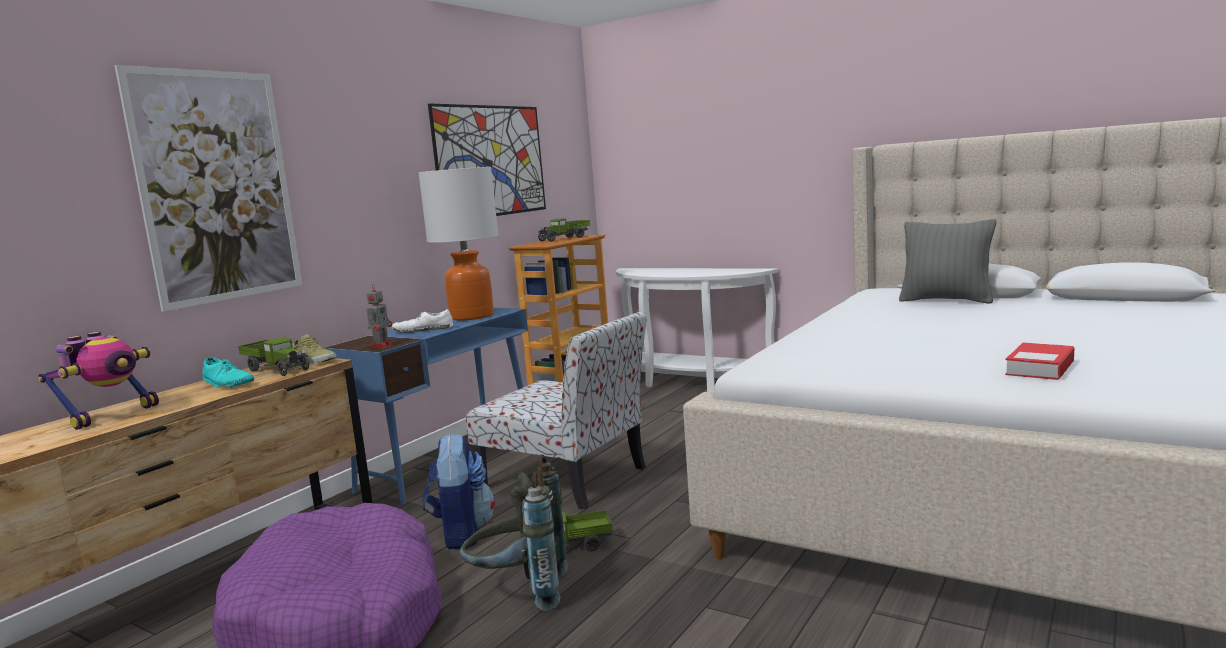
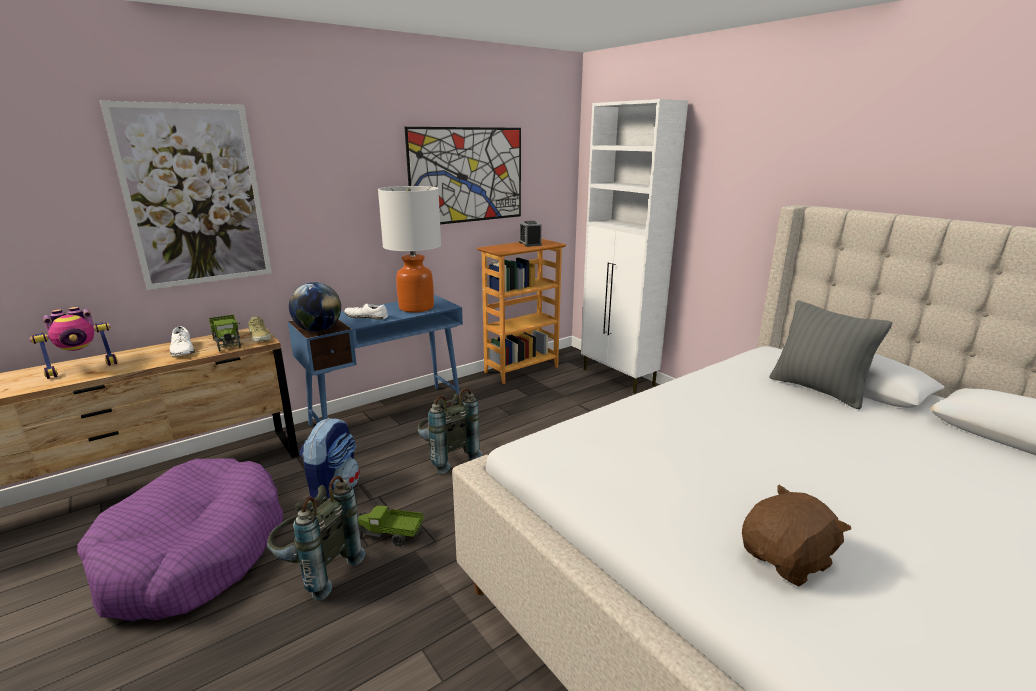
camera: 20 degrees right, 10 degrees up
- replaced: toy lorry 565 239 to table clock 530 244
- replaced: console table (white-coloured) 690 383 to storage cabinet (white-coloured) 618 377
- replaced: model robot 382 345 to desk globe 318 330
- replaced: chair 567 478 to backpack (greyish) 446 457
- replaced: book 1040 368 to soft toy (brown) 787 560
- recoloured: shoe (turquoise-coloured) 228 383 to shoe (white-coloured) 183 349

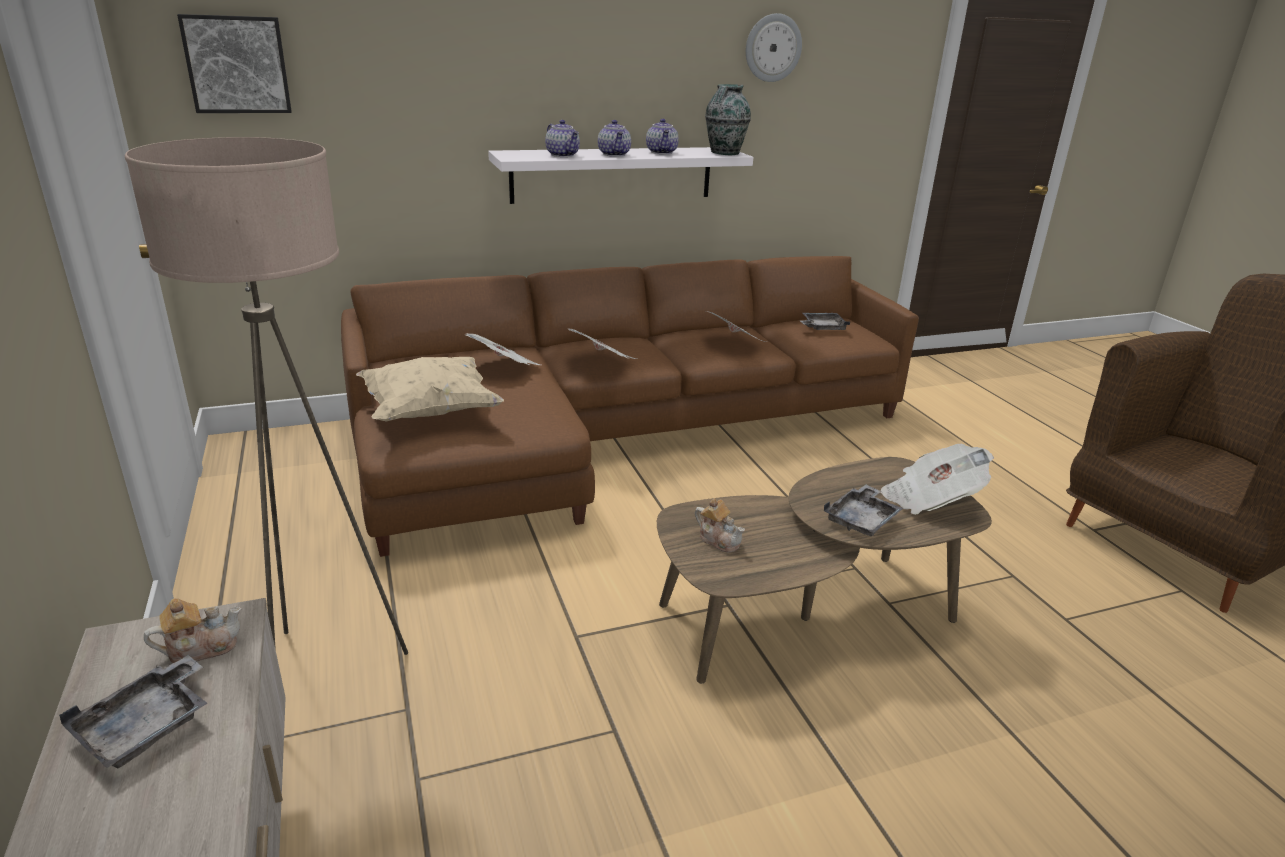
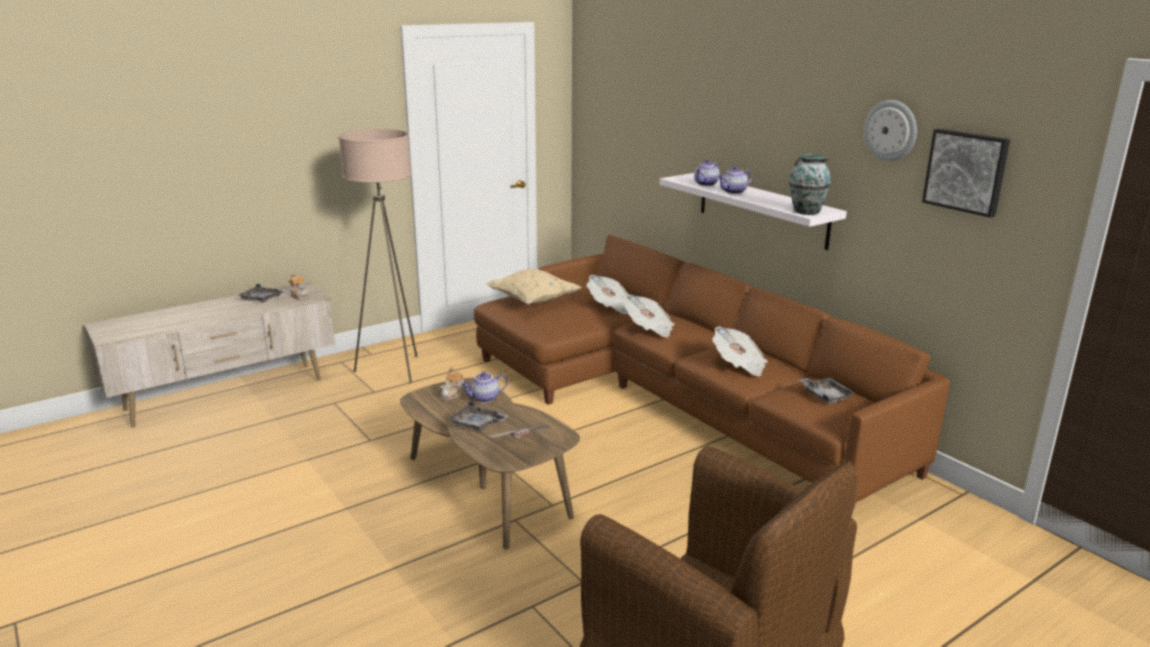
camera: 75 degrees right, 5 degrees down
- moved: picture 237 64 to 966 171
- moved: tea pot 662 152 to 484 398

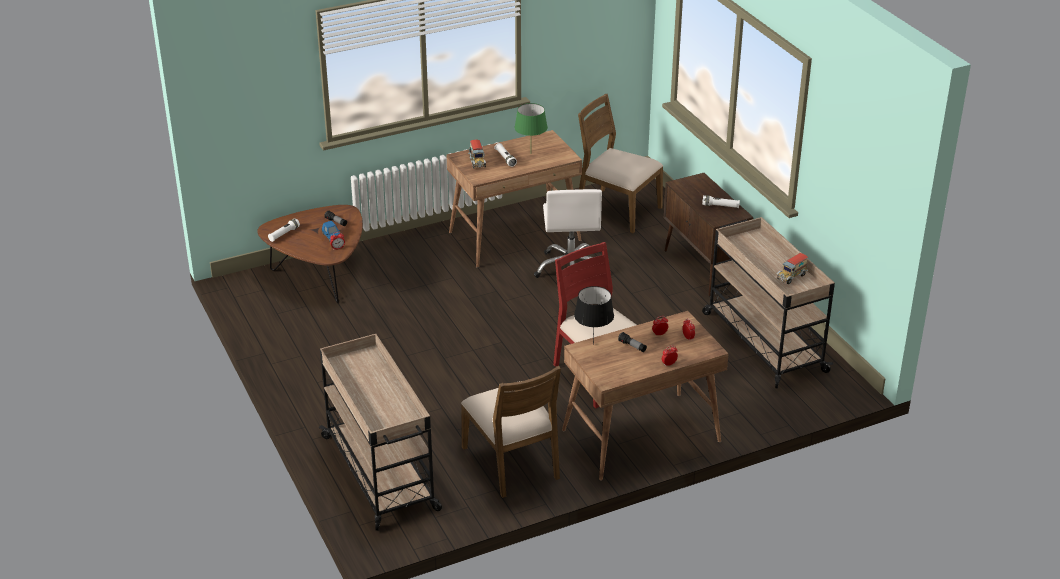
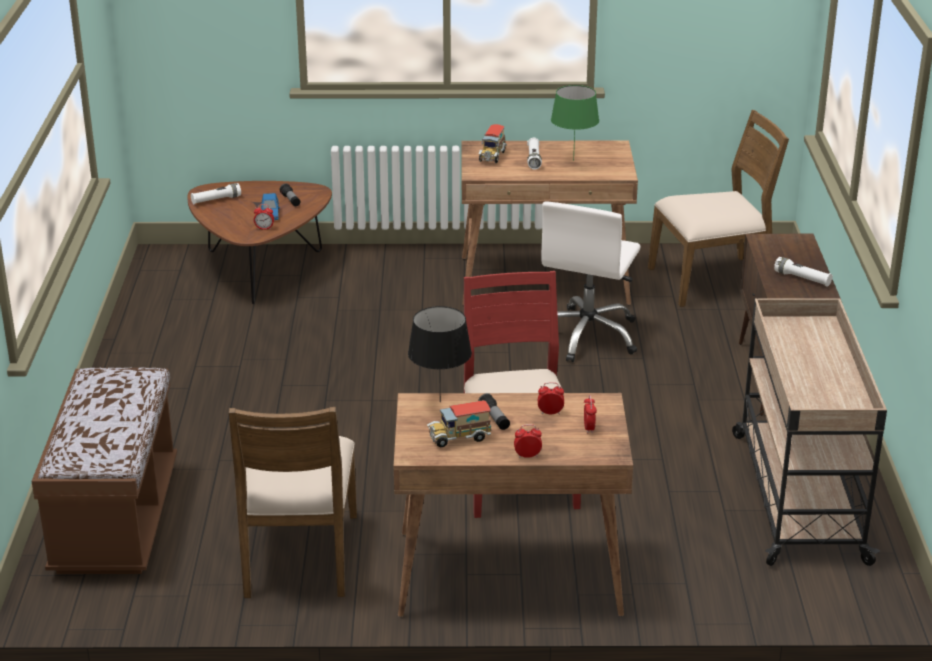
camera: 25 degrees right, 5 degrees down
- turned: chair (brown) 617 209 = 712 280 105 degrees clockwise
- moved: toy lorry 791 277 to 459 438
- replaced: cart (beige) 381 474 to bench (brown) 116 519

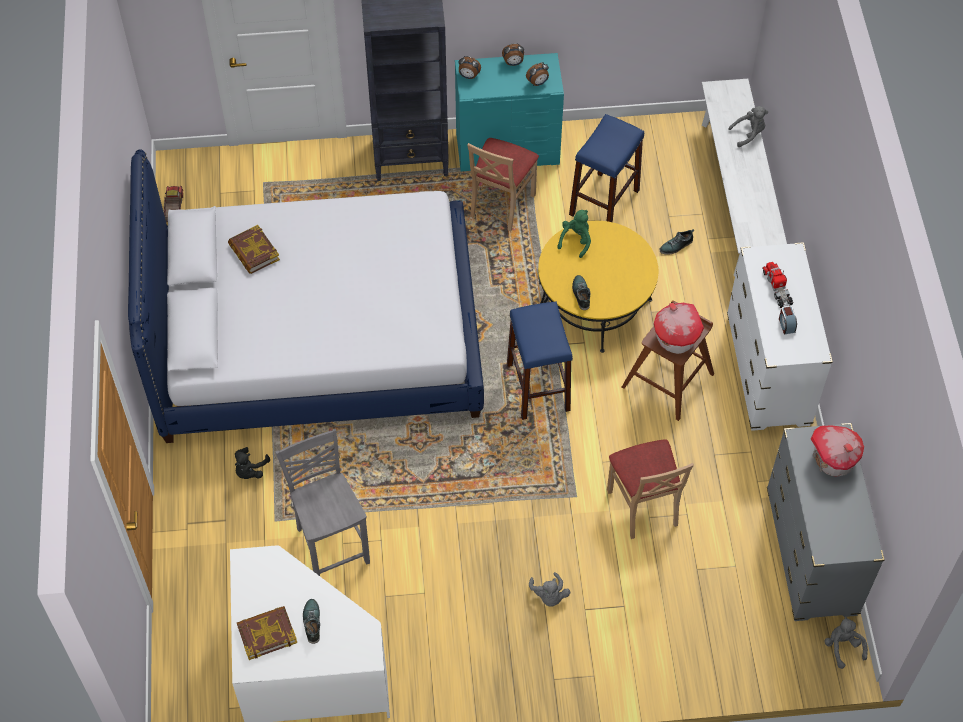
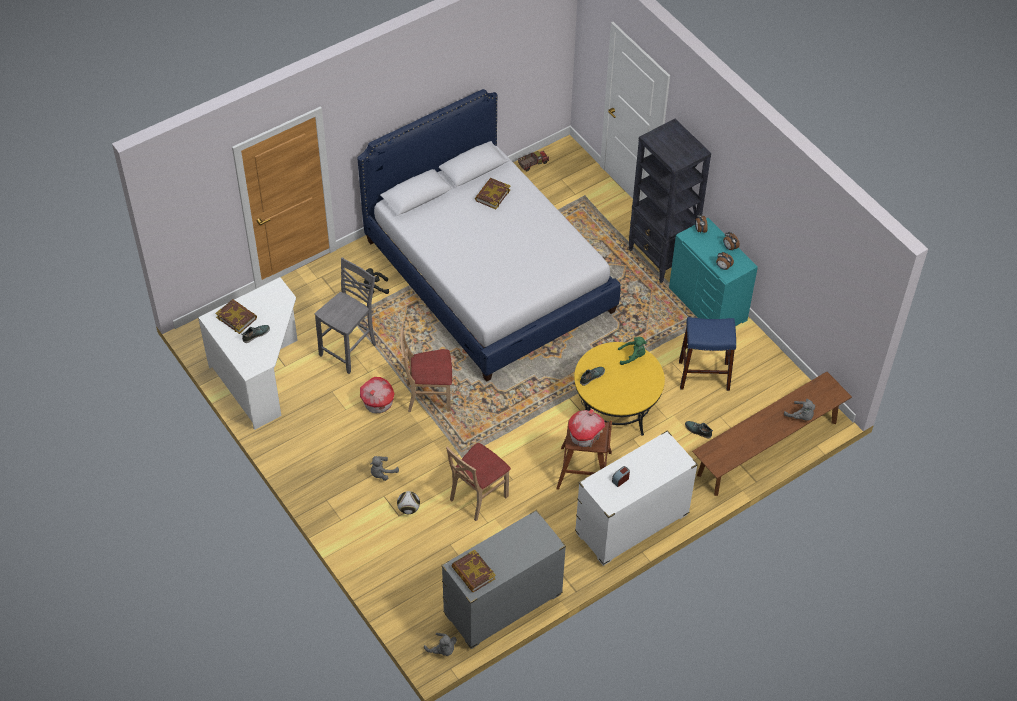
camera: 60 degrees right, 5 degrees down
- recoloured: bench (white-coloured) 736 196 to bench (brown) 767 448
- moved: chair (beige) 501 204 to 428 396
- removed: toy lorry 777 287
- removed: stool seat (blue-coloured) 538 387
- moved: toy house 833 459 to 378 403
- turned: soft toy (greyish) 843 647 = 442 650 90 degrees clockwise
- added: ball for football 408 509
- added: book 473 573

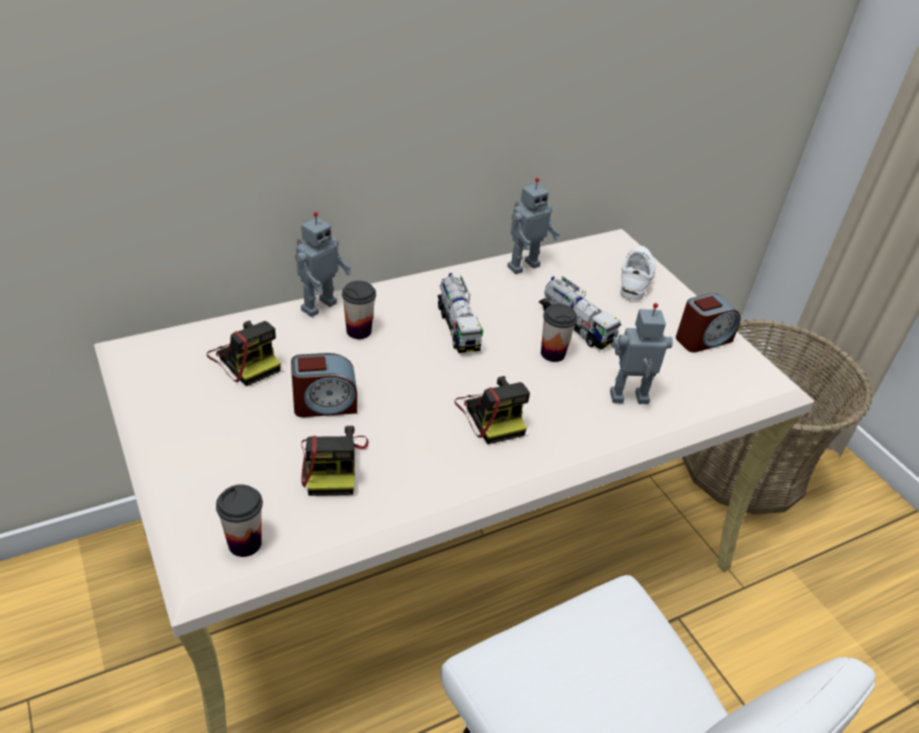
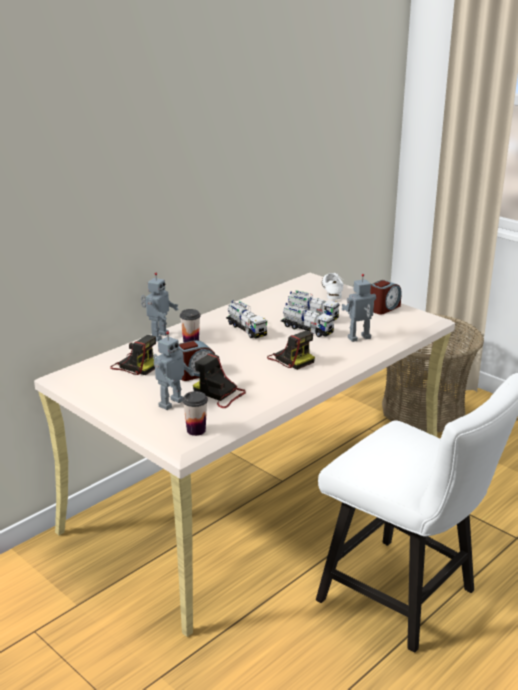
camera: 15 degrees left, 15 degrees down
- moved: model robot 522 265 to 170 403
- replaced: small cup 553 353 to toy lorry 307 329
- turned: photo camera 333 464 = 219 394 150 degrees clockwise

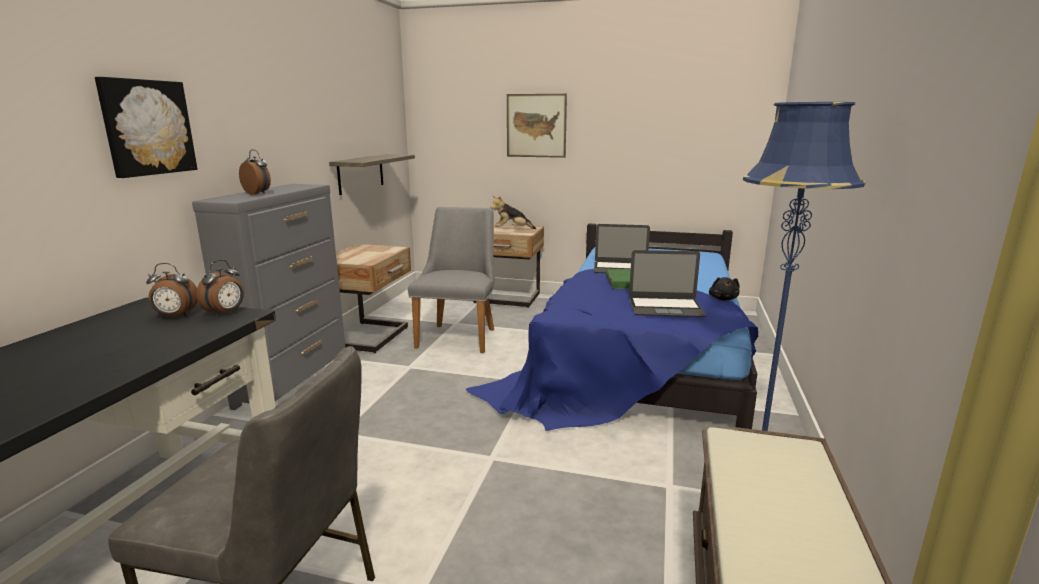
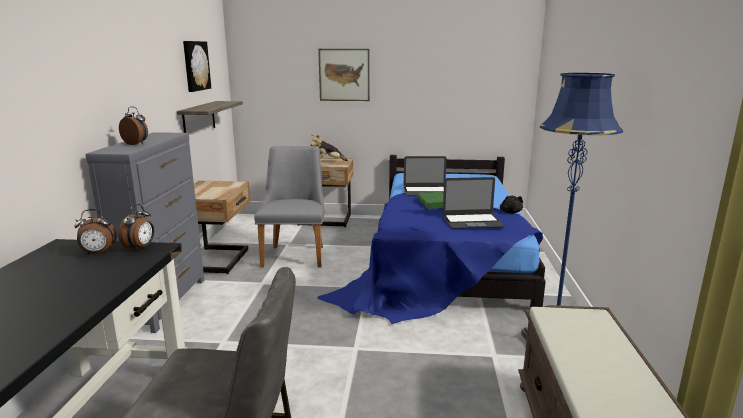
camera: 10 degrees left, 0 degrees up
- moved: picture 146 127 to 195 66

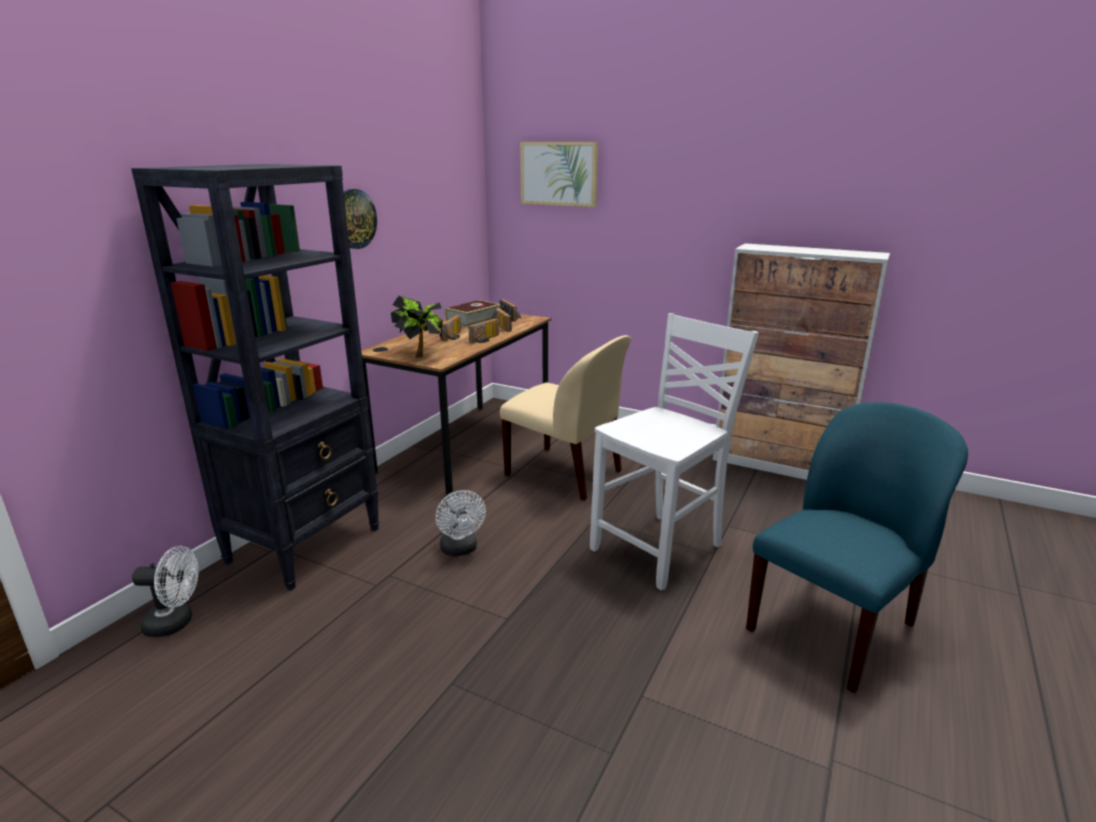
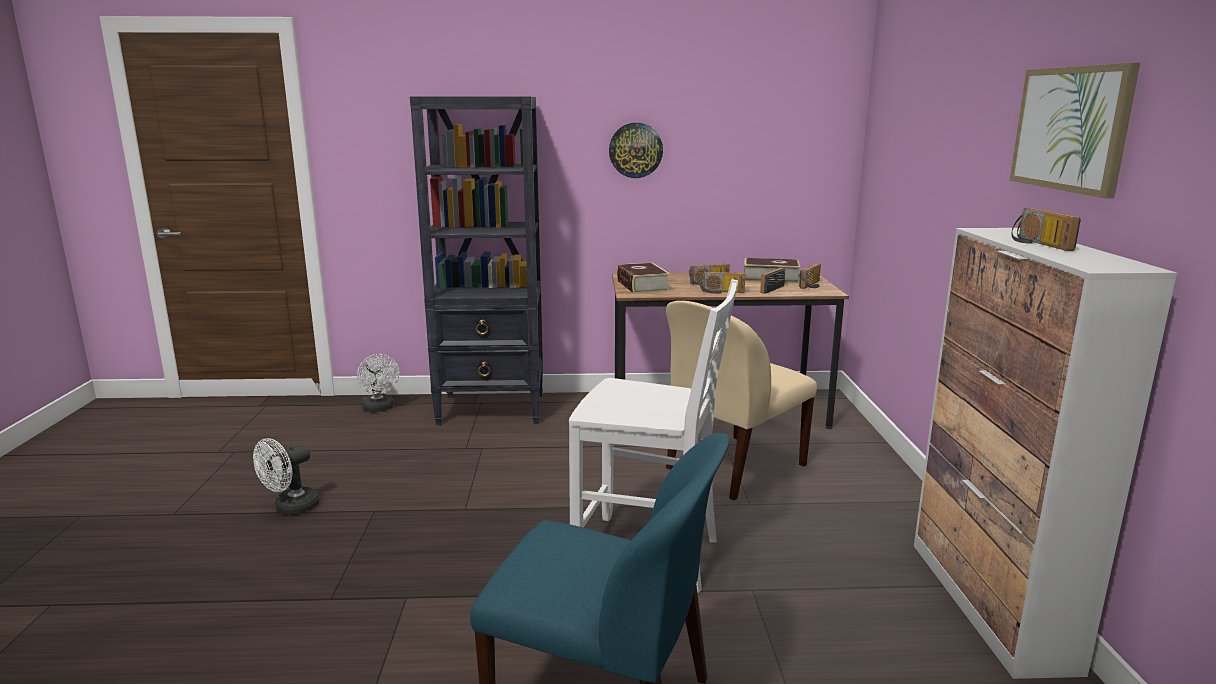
camera: 60 degrees right, 5 degrees down
- moved: picture 559 173 to 1071 128
- replaced: potted plant 421 354 to book 642 286
- turned: chair (beige) 566 474 = 733 468 45 degrees clockwise
- moved: electric fan (white-coloured) 460 550 to 291 508
- added: radio 1037 244

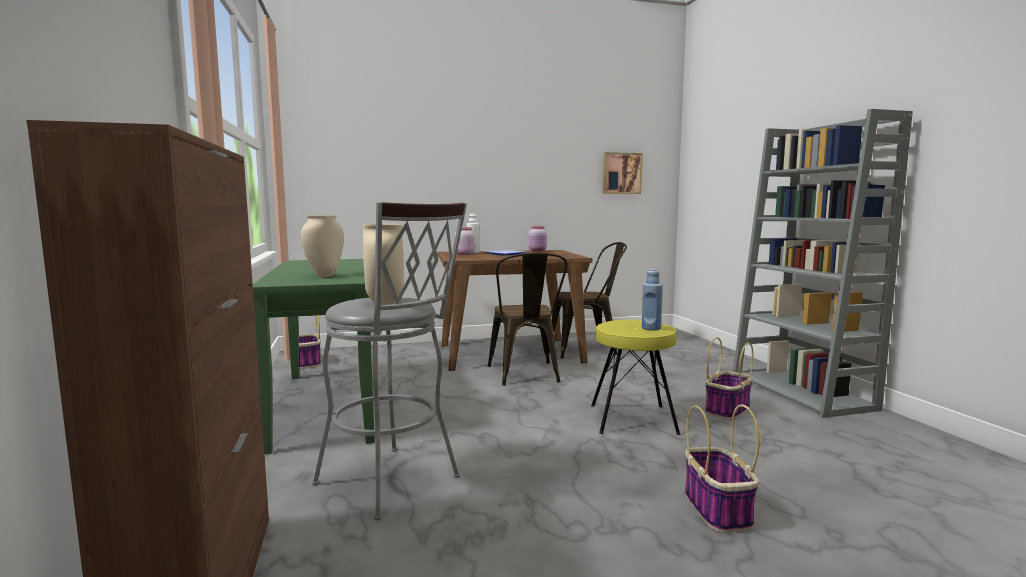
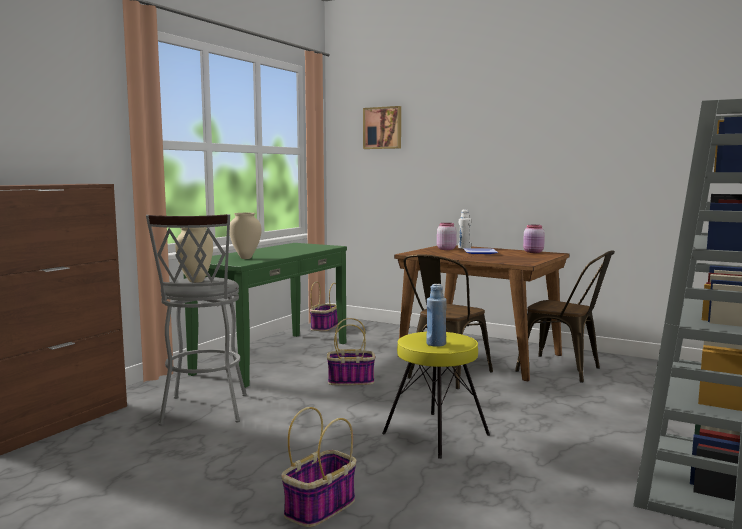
camera: 45 degrees right, 0 degrees up
- moved: picture 621 173 to 383 128
- moved: basket 727 409 to 351 381

